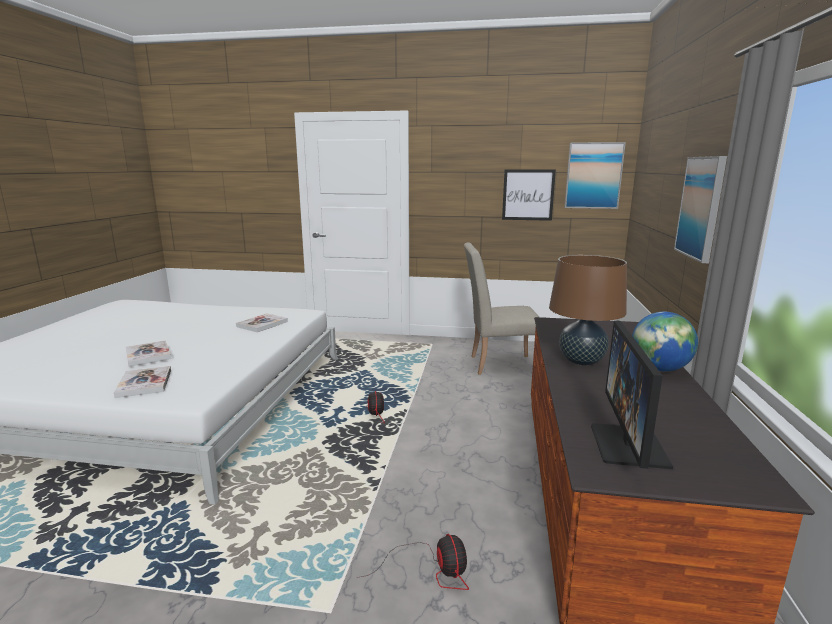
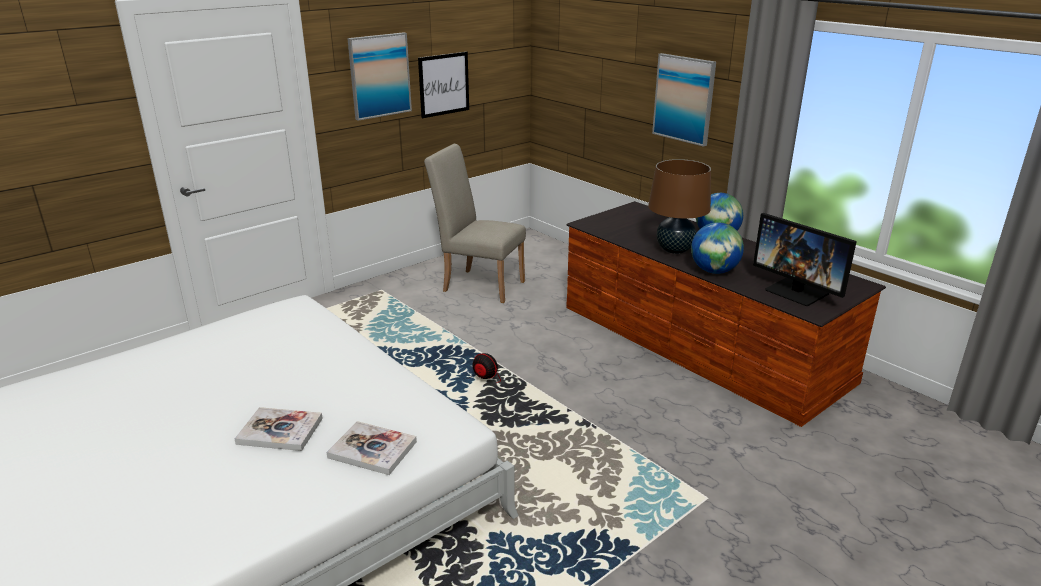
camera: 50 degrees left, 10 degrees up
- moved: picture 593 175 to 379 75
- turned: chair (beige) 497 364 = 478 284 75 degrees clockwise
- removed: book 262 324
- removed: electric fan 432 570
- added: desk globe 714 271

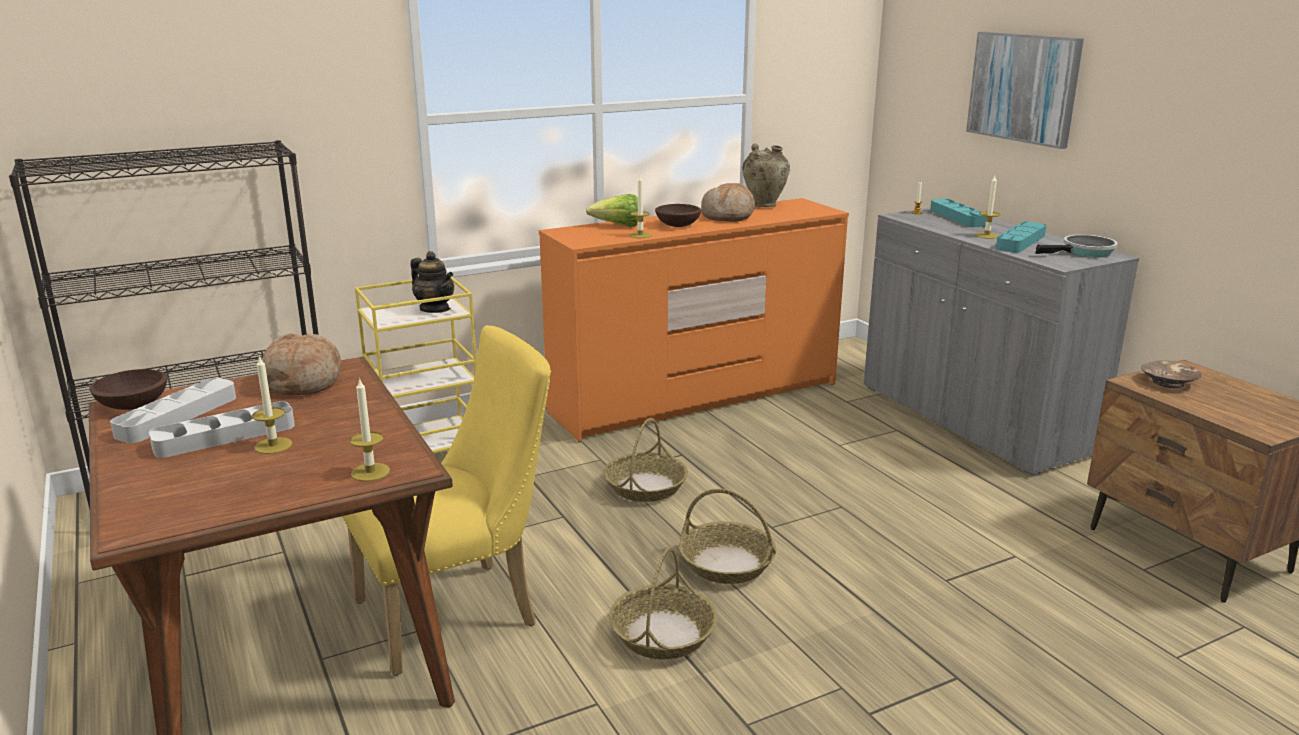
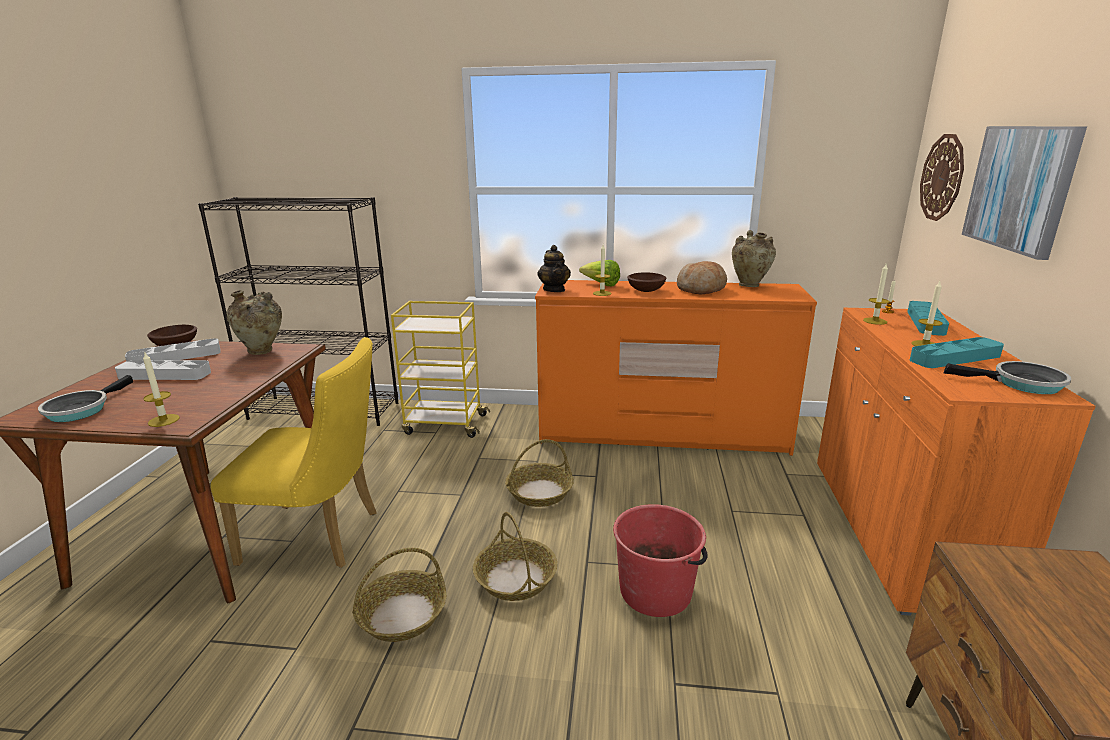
camera: 35 degrees right, 0 degrees up
- recoloured: storage cabinet (greyish) 972 420 to storage cabinet (orange) 897 530
- moved: tea pot 435 309 to 554 290
- replaced: bakery bread 301 382 to vase (beige) 262 352
- moved: wax candle 273 445 to 875 321
- removed: bowl (brown) 1169 382
- added: wall clock 942 177
- added: pan 81 410
- added: bucket (reddish) 656 591

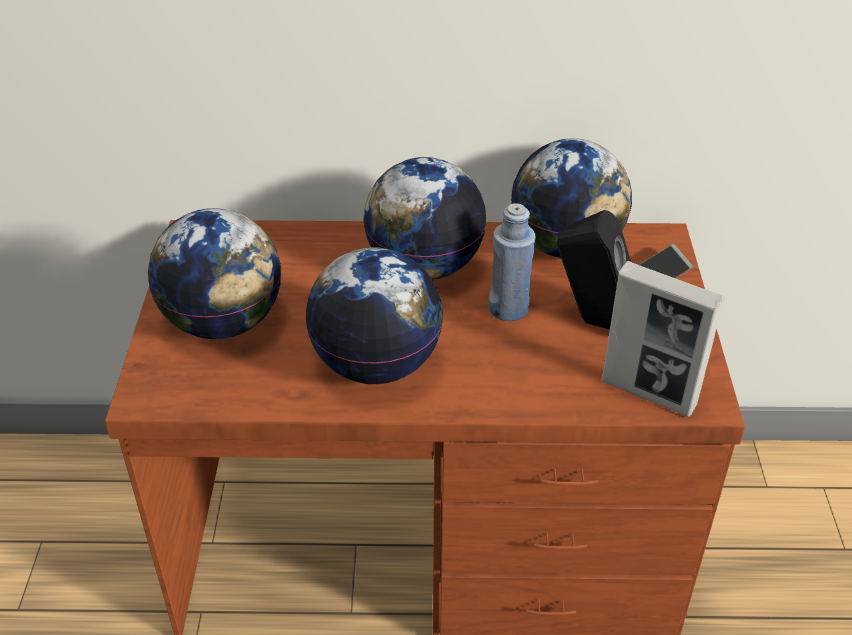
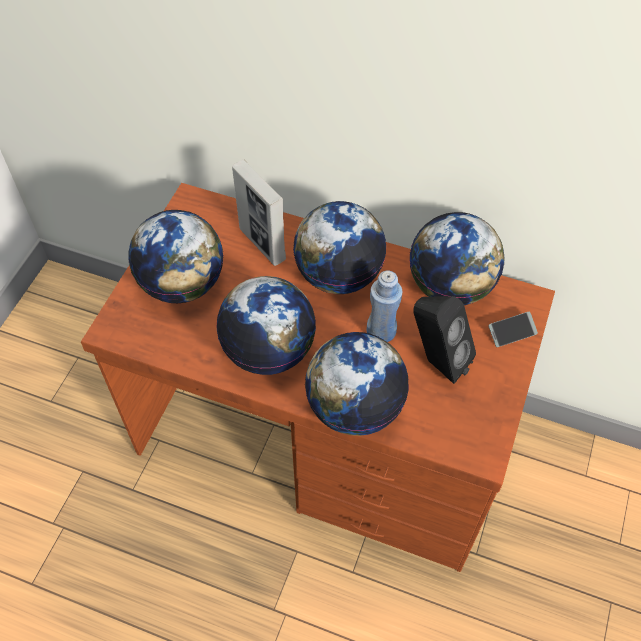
camera: 20 degrees right, 15 degrees up
- moved: standing frame 649 393 to 262 244
- added: desk globe 354 407

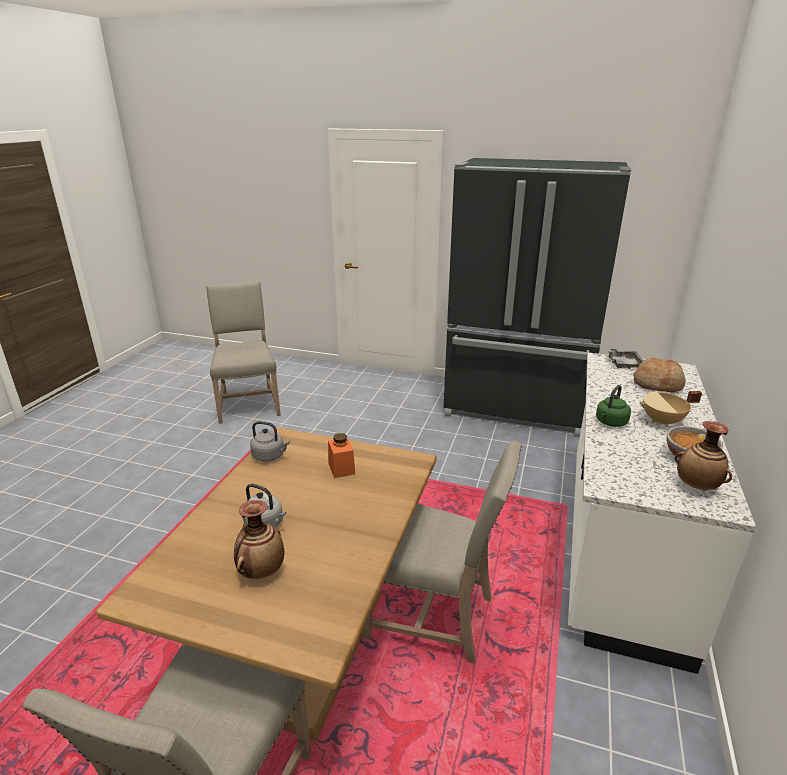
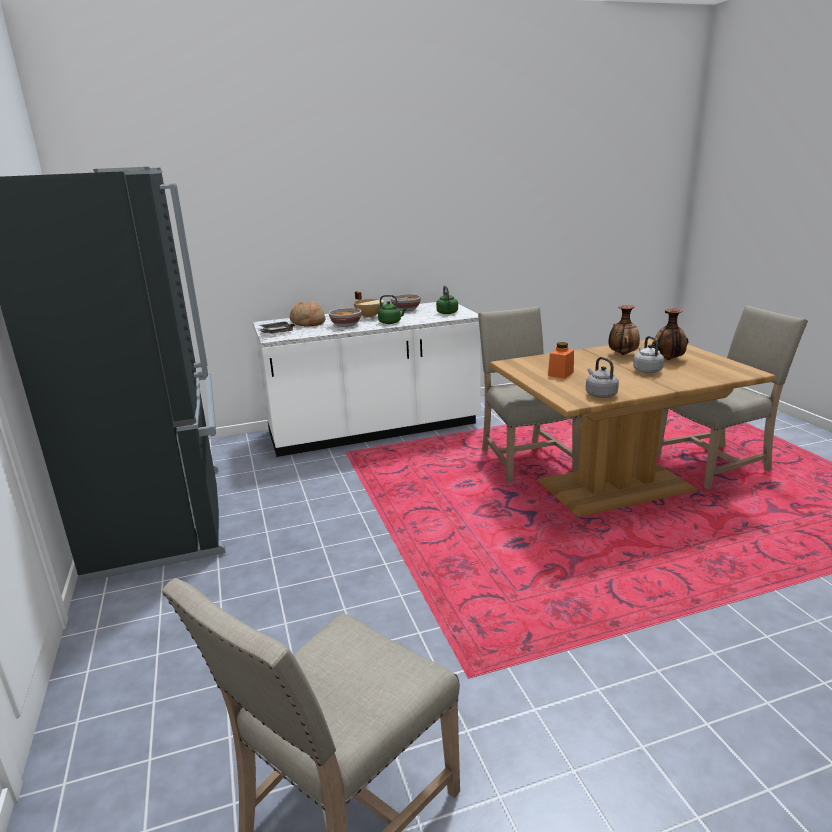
camera: 125 degrees left, 5 degrees down
- moved: vase 697 486 to 622 354
- added: water kettle (green) 447 313
- added: bowl 345 325

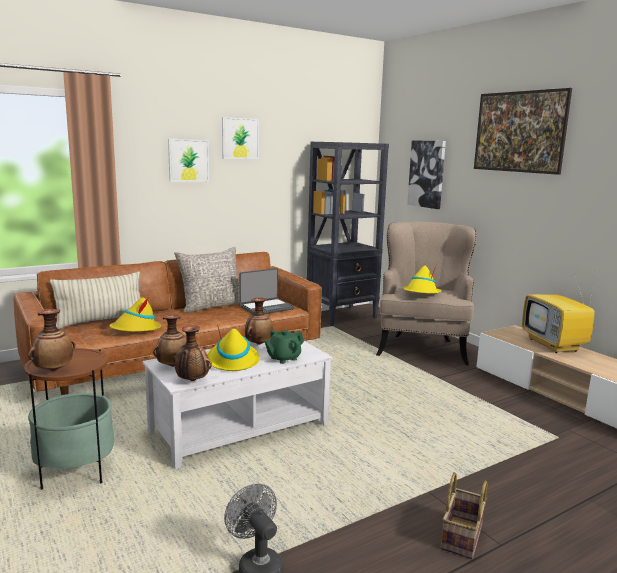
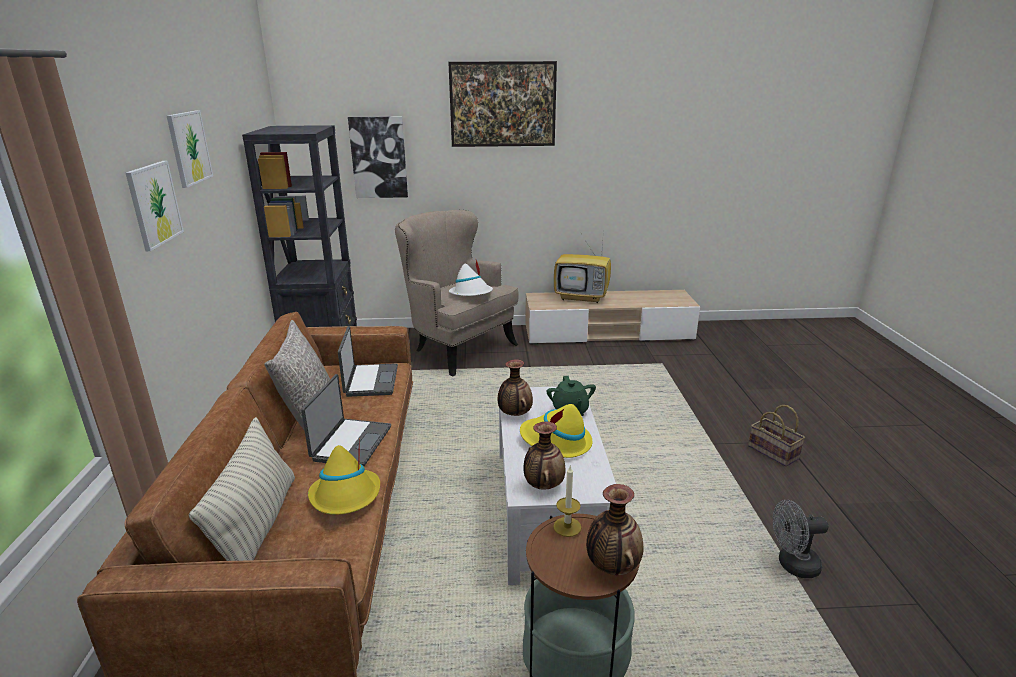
camera: 60 degrees left, 10 degrees up
- recoloured: wearable hat (yellowish) 421 293 to wearable hat (white-coloured) 471 293
- removed: vase 192 380
- added: portable computer 350 443
- added: wax candle 567 527

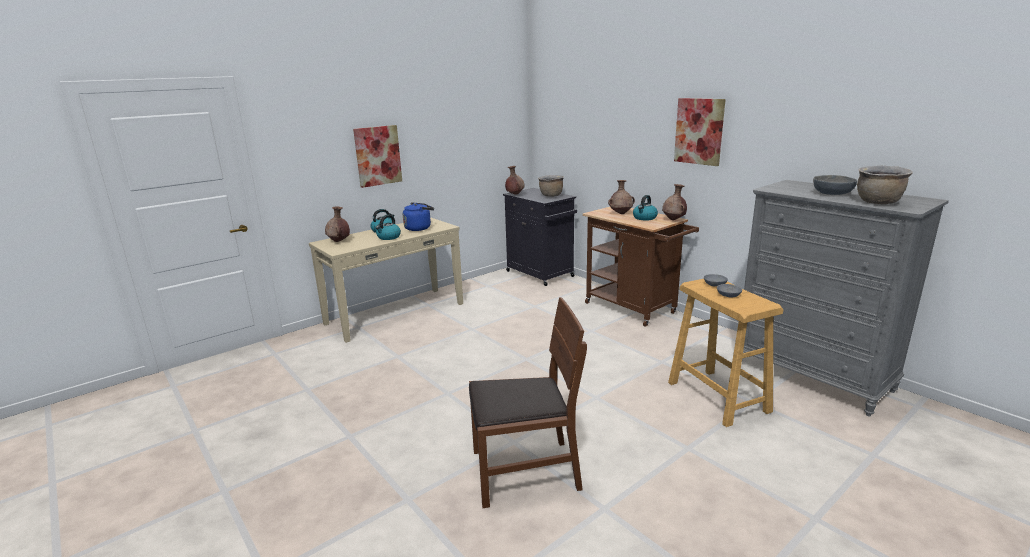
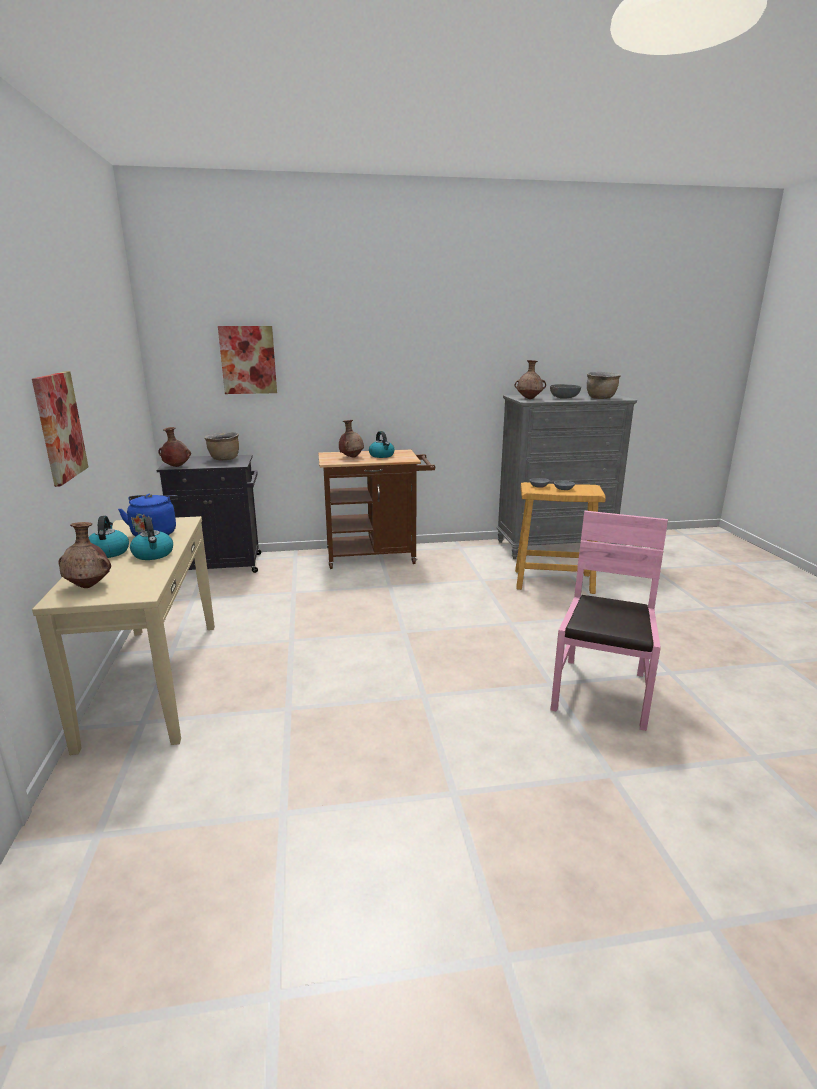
camera: 60 degrees left, 0 degrees up
- moved: picture 699 131 to 248 360
- moved: vase (brown) 674 219 to 529 399
- recoloured: chair (brown) 525 471 to chair (pink) 601 692

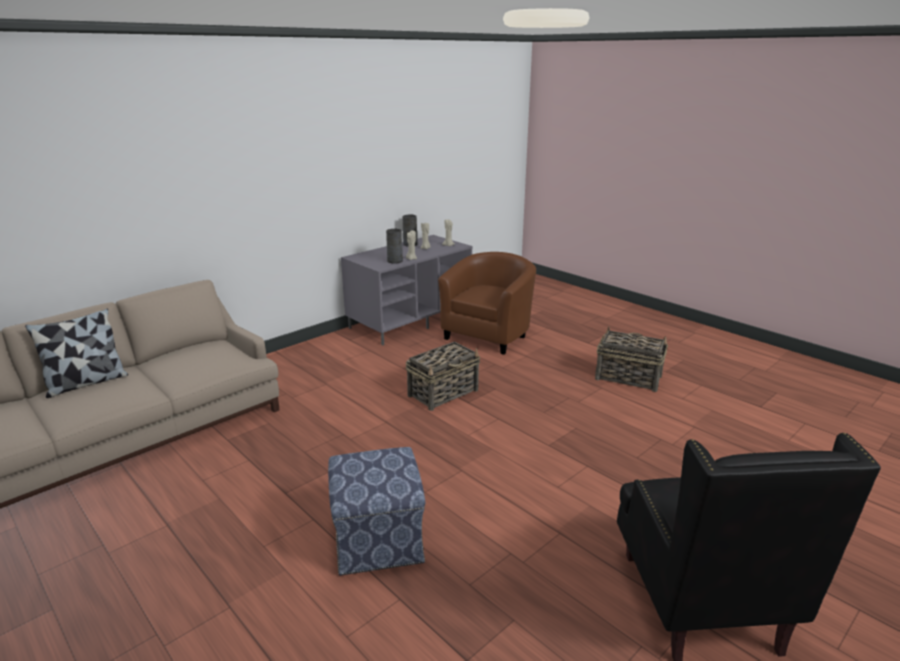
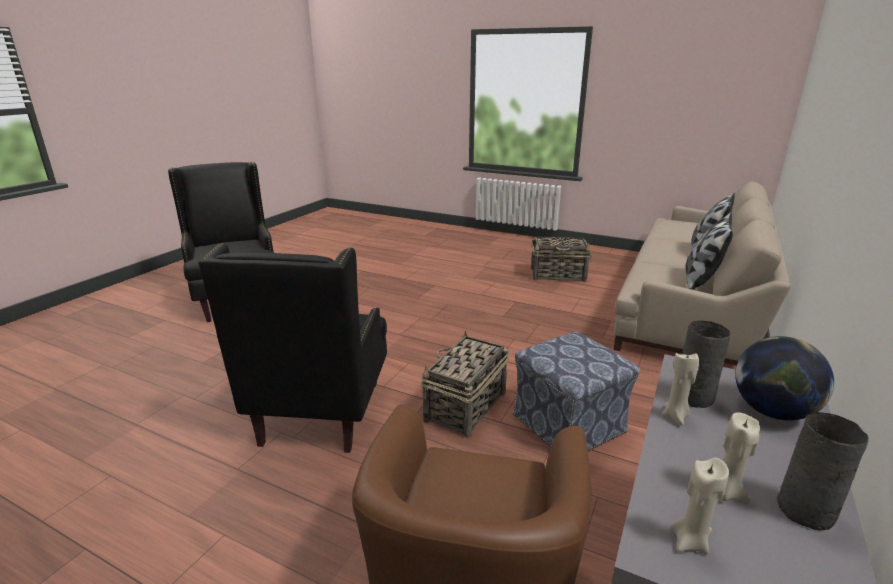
camera: 160 degrees right, 0 degrees up
- moved: basket 627 377 to 558 275
- moved: ottoman 378 539 to 569 424
- added: pillow 701 280
- added: easy chair (black) 321 414
- added: desk globe 772 411

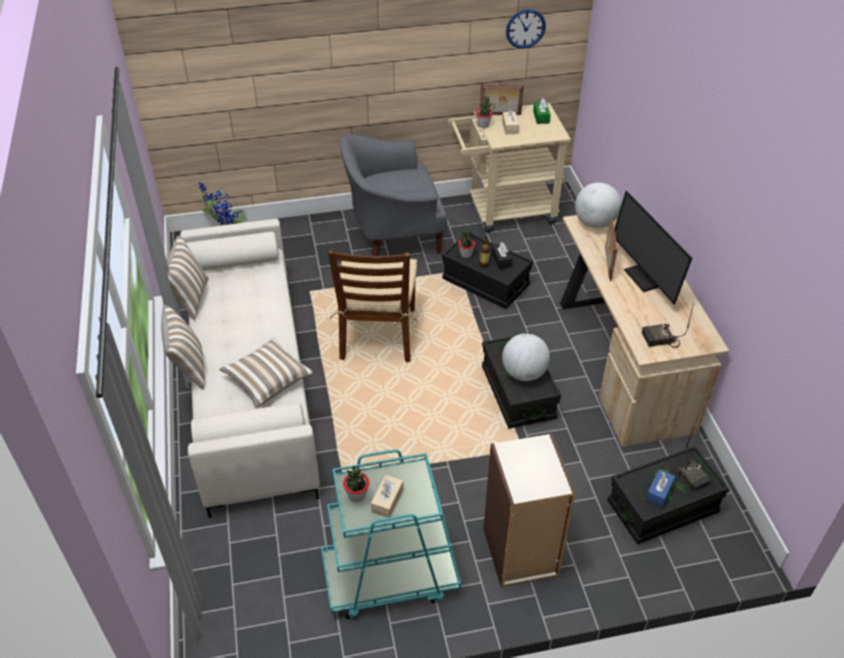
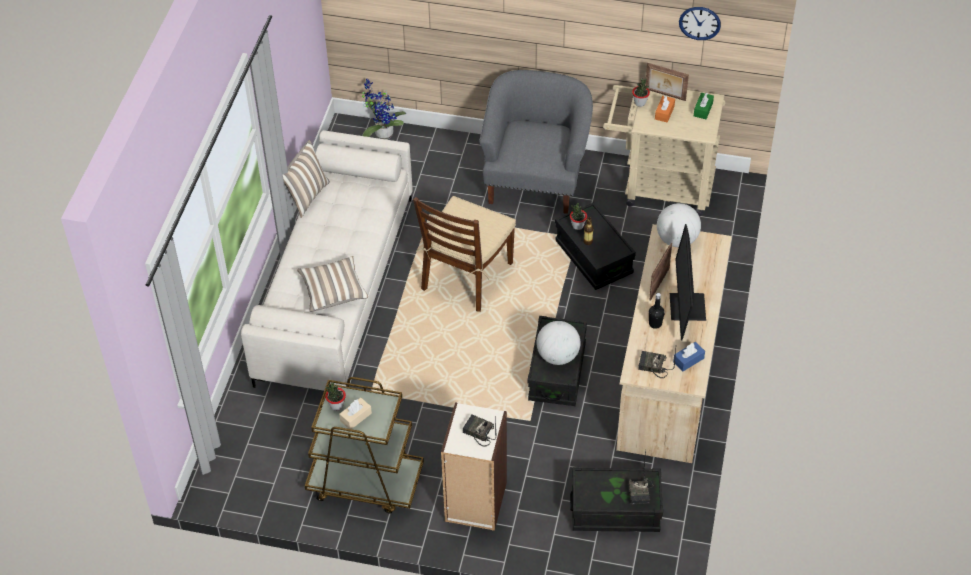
camera: 25 degrees right, 5 degrees up
- recoloured: box of tissues (beige) 510 127 to box of tissues (orange) 664 113
- turned: easy chair (greyish) 392 235 = 536 180 90 degrees clockwise
- removed: box of tissues (black) 501 260
- removed: pillow 188 368
- recoloured: cart (turquoise-coloured) 389 577 to cart (brown) 365 482
- moved: box of tissues (blue-coloured) 659 492 to 688 360
- added: drink bottle (black) 655 324
- added: radio 478 433

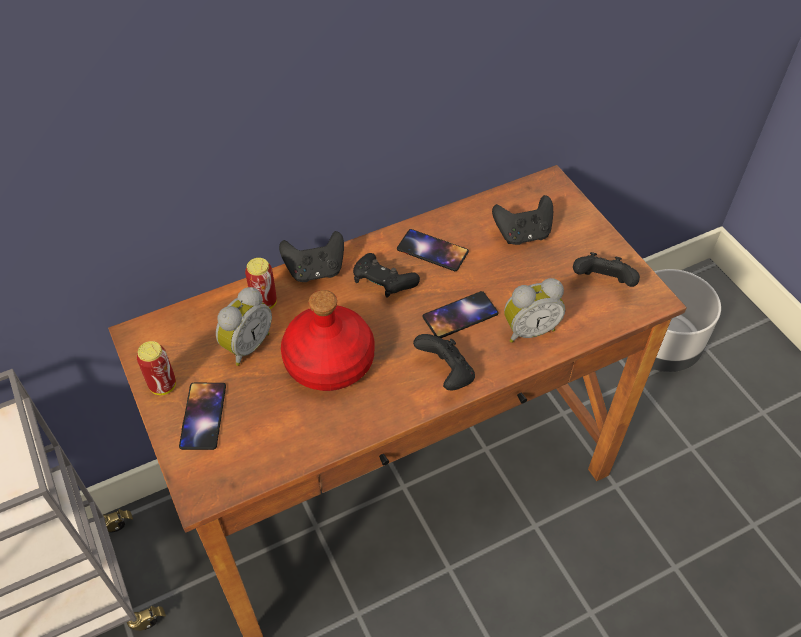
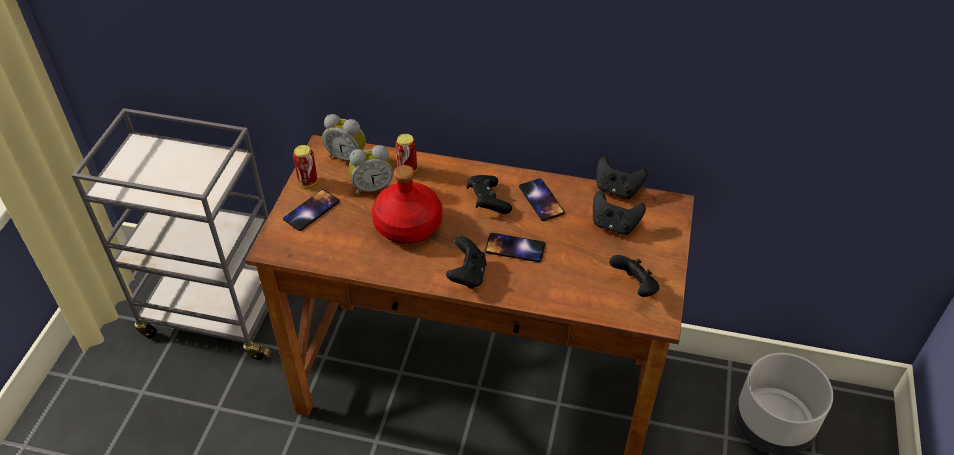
camera: 40 degrees right, 5 degrees down
- moved: gamepad (black) 315 271 to 617 189
- moved: table clock 528 329 to 347 157

